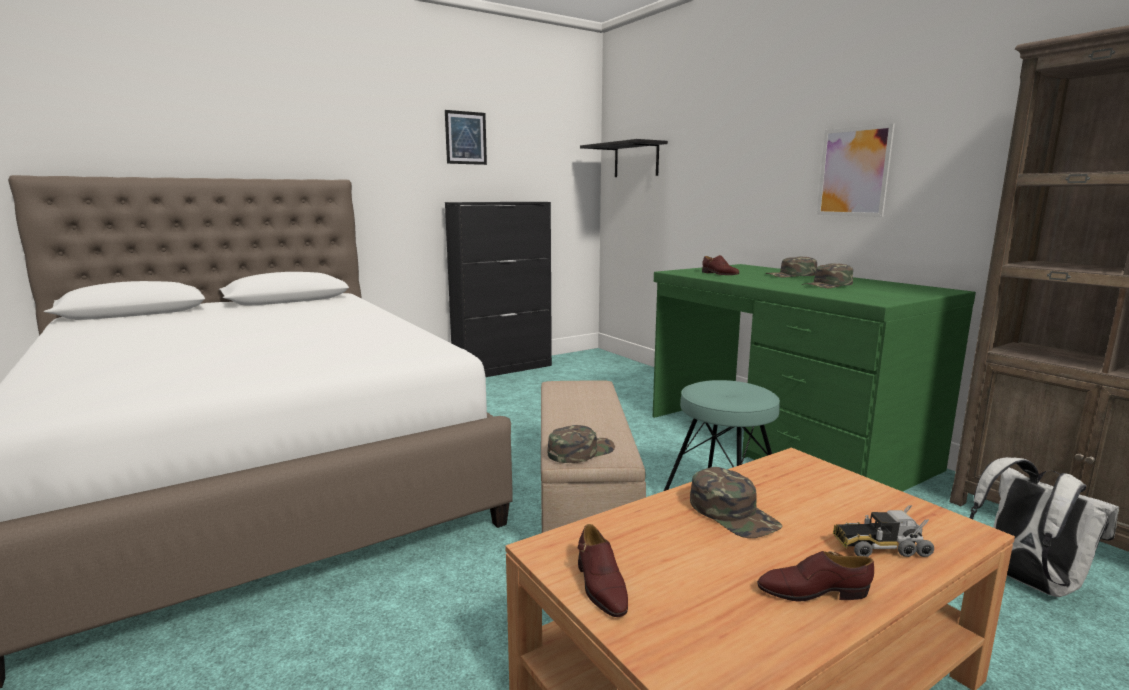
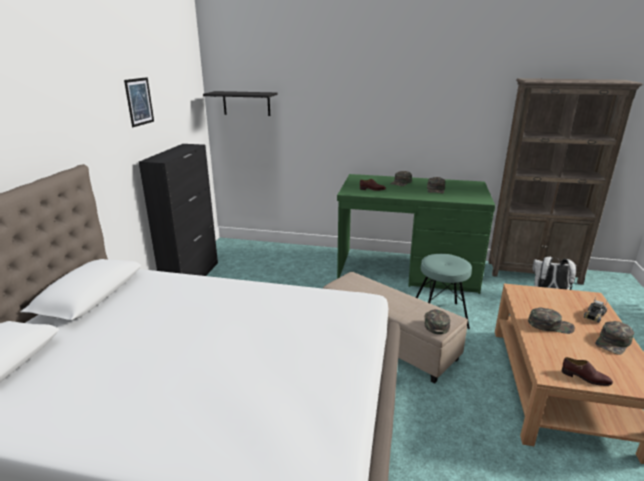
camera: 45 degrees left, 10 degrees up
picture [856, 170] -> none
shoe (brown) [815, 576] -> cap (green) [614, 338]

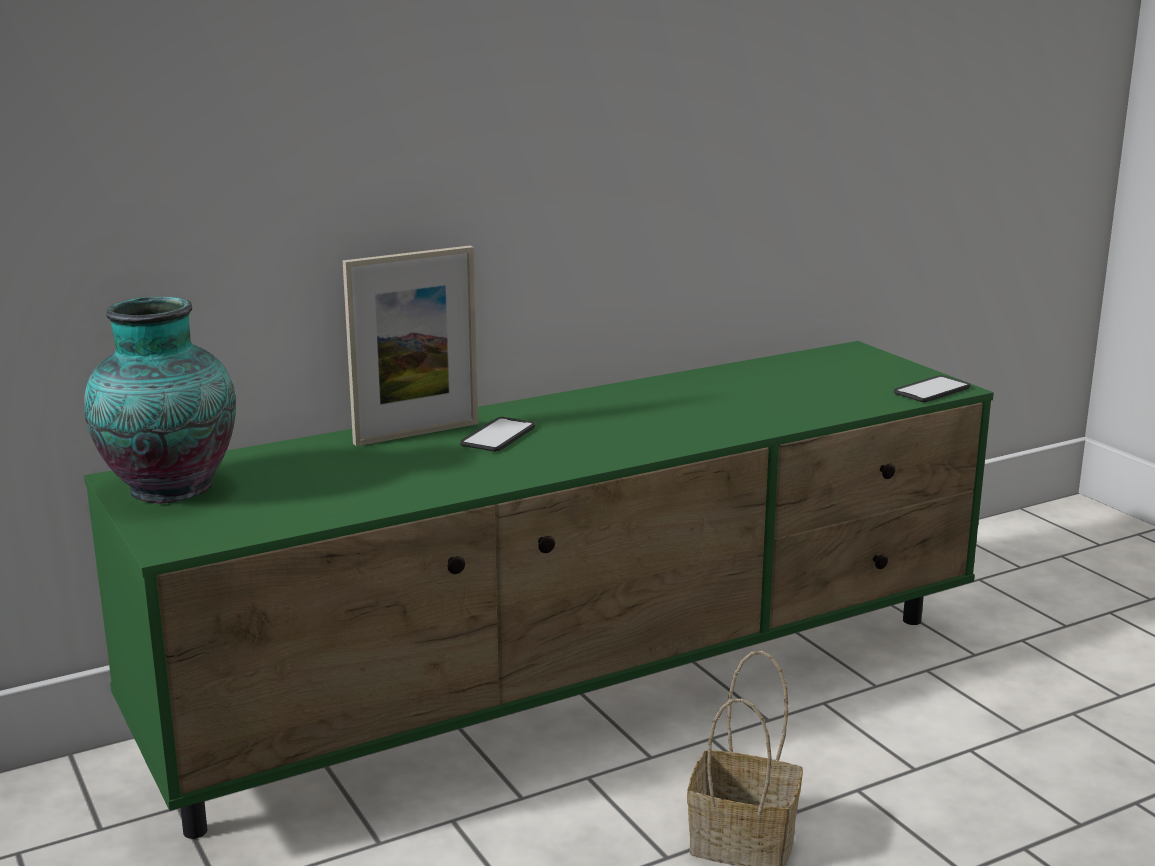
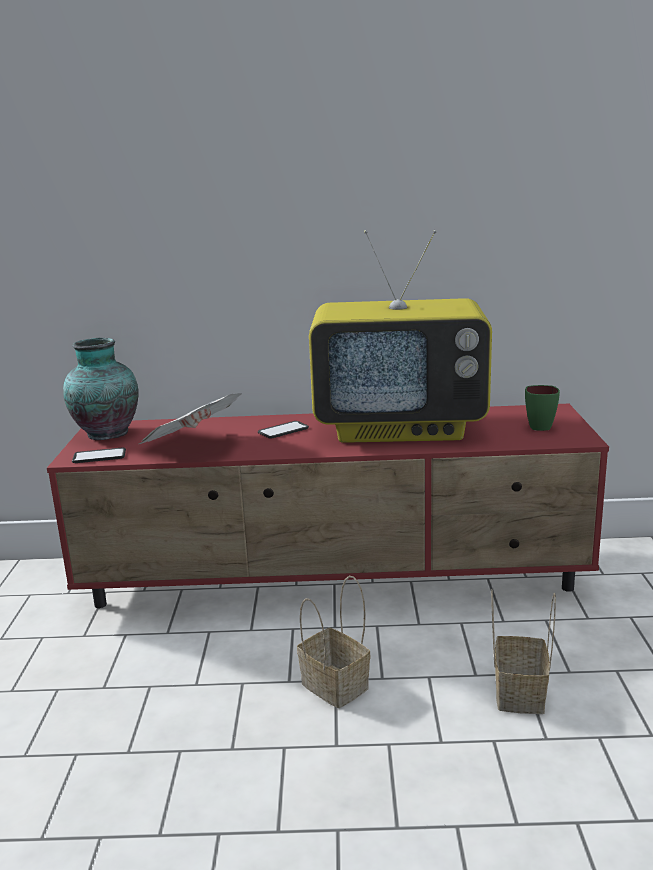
camera: 30 degrees right, 0 degrees up
picture frame [410, 346] -> none
none -> newspaper [190, 418]
none -> television [400, 336]
none -> basket [523, 652]
none -> mug (green) [542, 408]
phone [932, 388] -> phone [99, 455], moved
tv stand (green) [539, 590] -> tv stand (red) [328, 506]

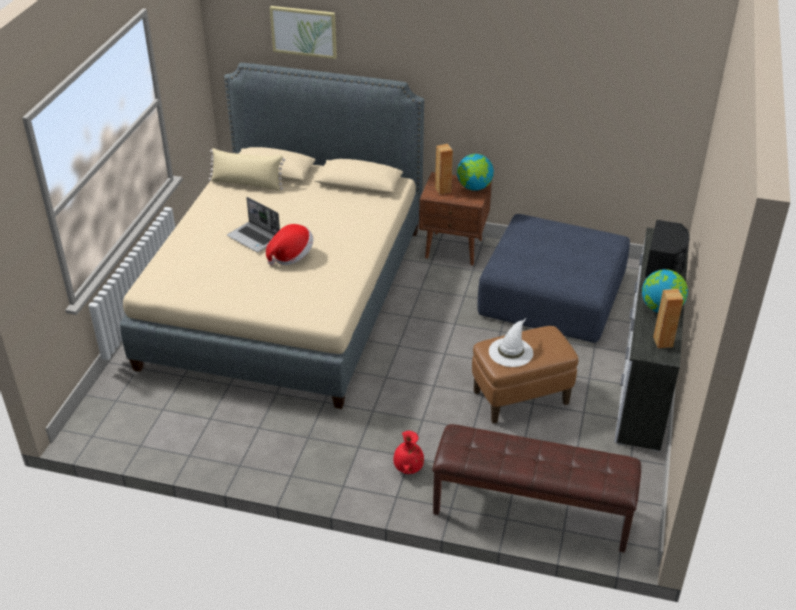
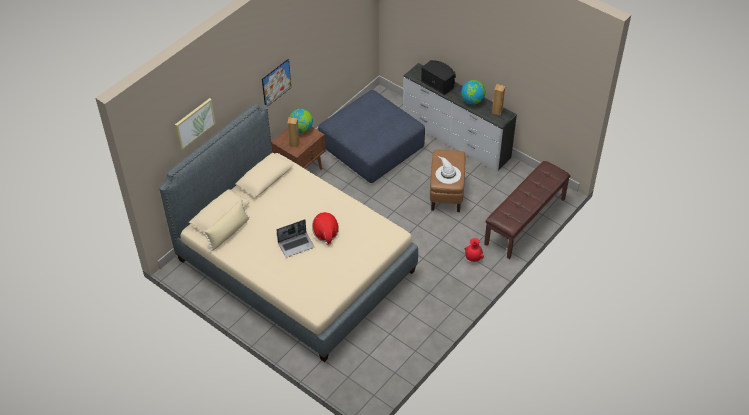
camera: 65 degrees left, 10 degrees up
none -> picture [276, 83]

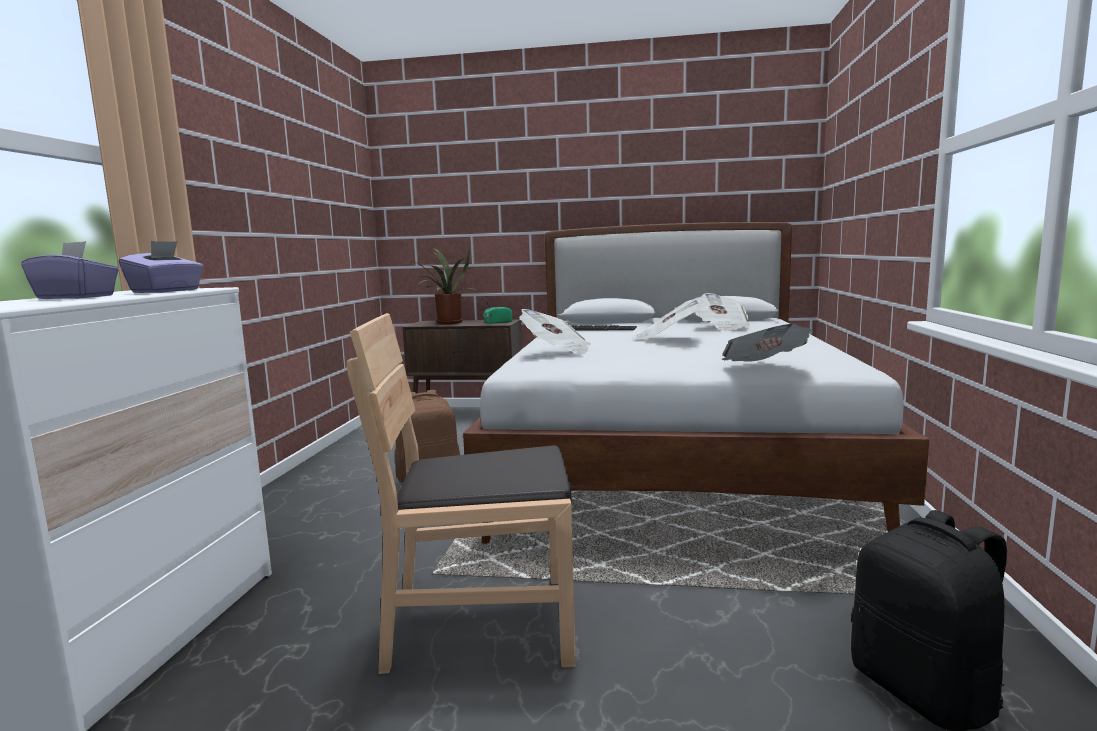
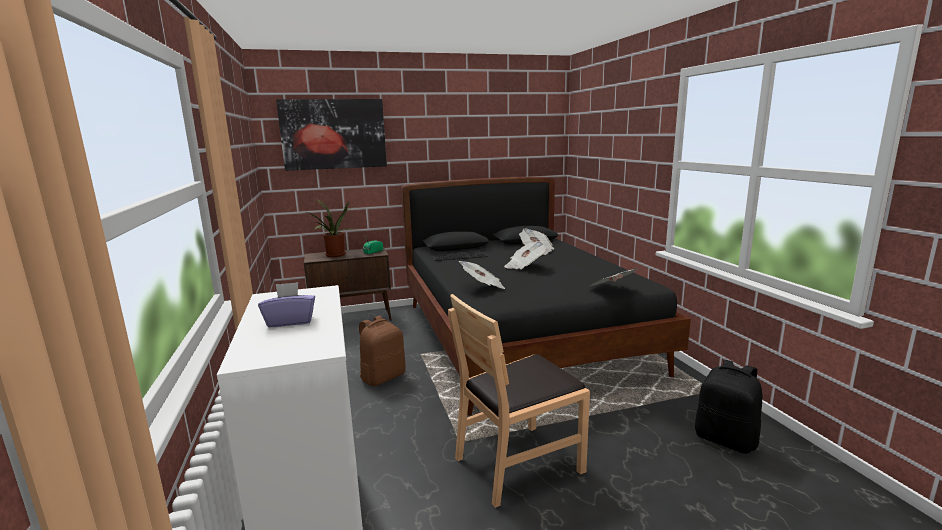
camera: 25 degrees left, 5 degrees up
tissue box (purple) [161, 267] -> none
none -> picture [331, 135]
bed (white) [696, 383] -> bed (black) [546, 296]

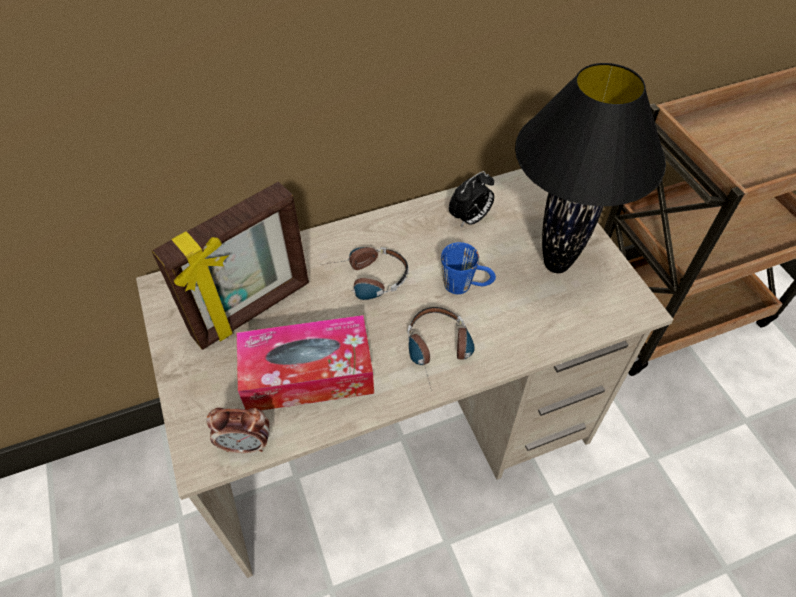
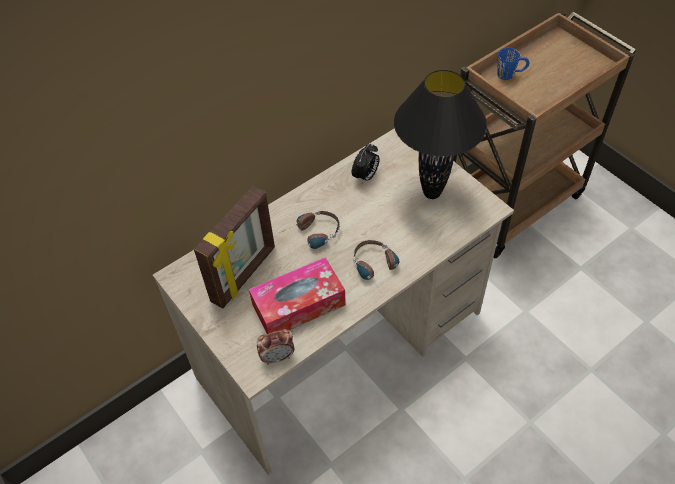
camera: 15 degrees left, 0 degrees up
mug (blue) [468, 268] -> mug (blue) [513, 63], moved

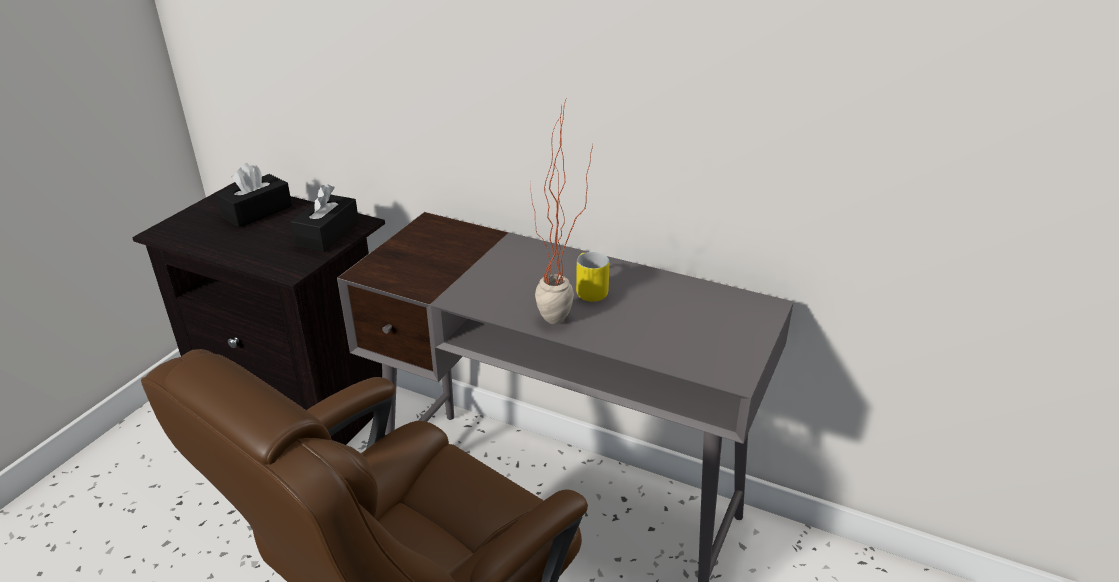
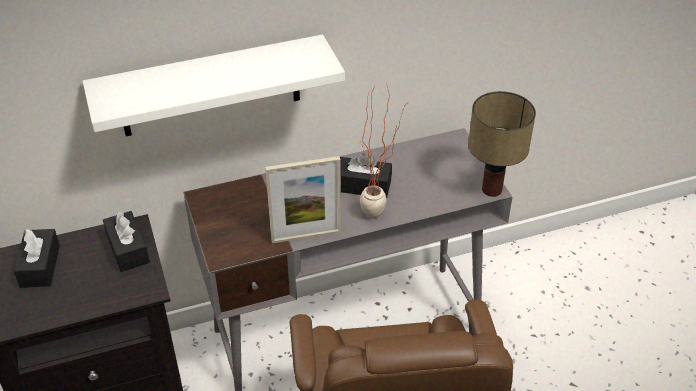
camera: 45 degrees left, 10 degrees up
none -> shelf (white) [214, 85]
none -> picture frame [303, 199]
none -> table lamp [502, 144]
mug (yellow) [592, 277] -> tissue box (black) [366, 175]

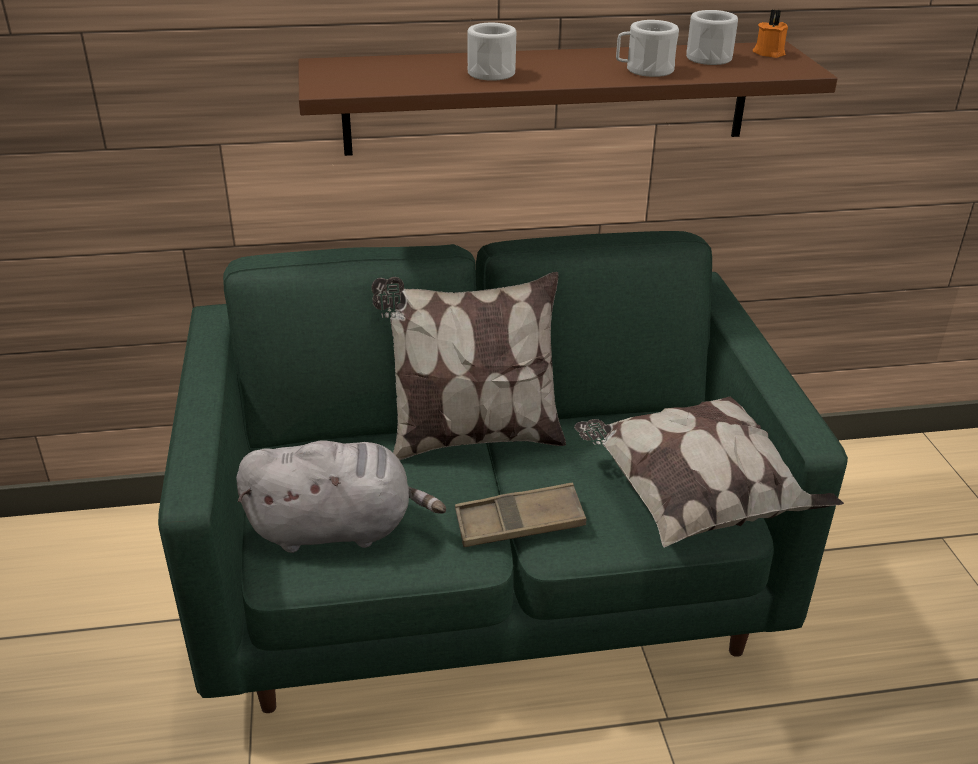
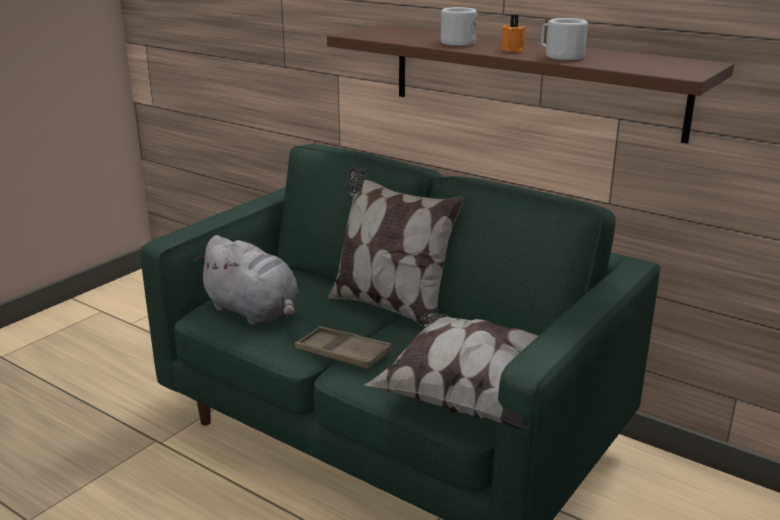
camera: 45 degrees right, 10 degrees down
mug (white) [712, 37] -> none
candle (orange) [770, 34] -> candle (orange) [514, 33], moved

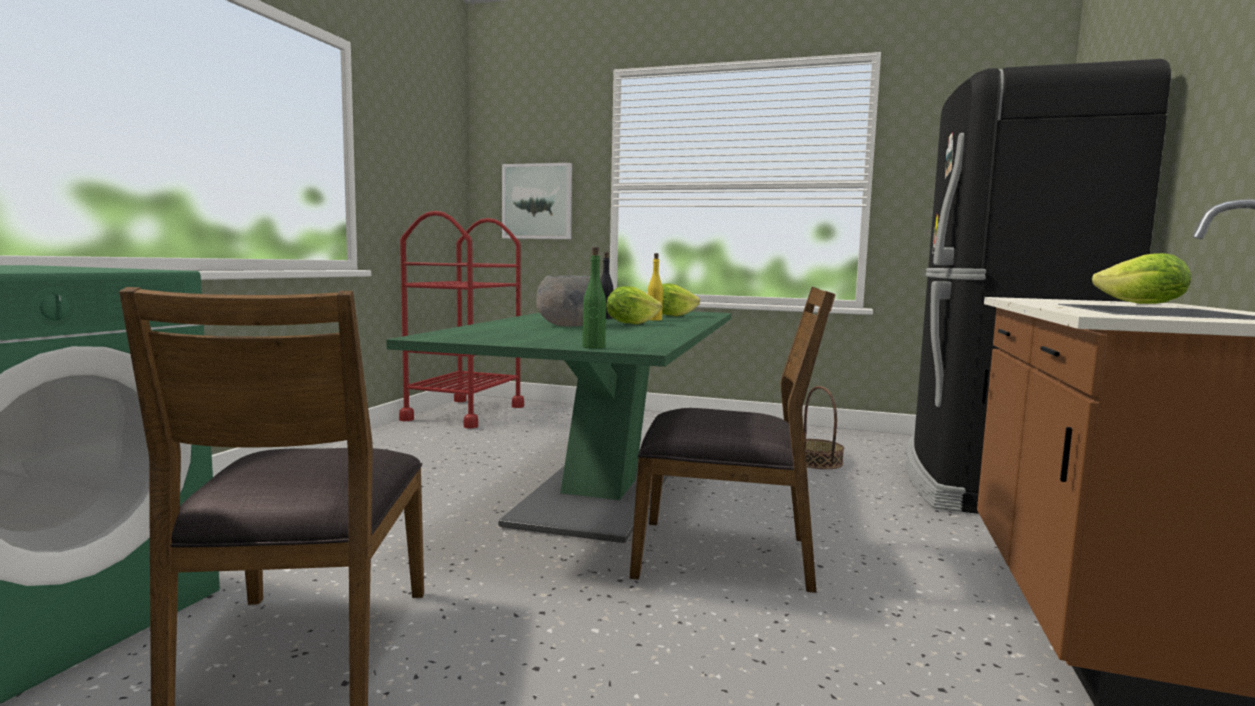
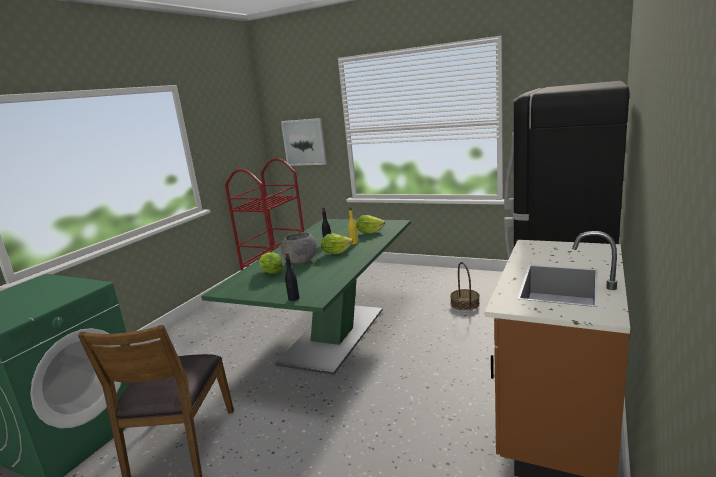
camera: 10 degrees right, 10 degrees up
chair (brown) [733, 440] -> none
lettuce [1141, 278] -> lettuce [271, 263], moved
bottle (green) [594, 298] -> bottle (black) [292, 277]

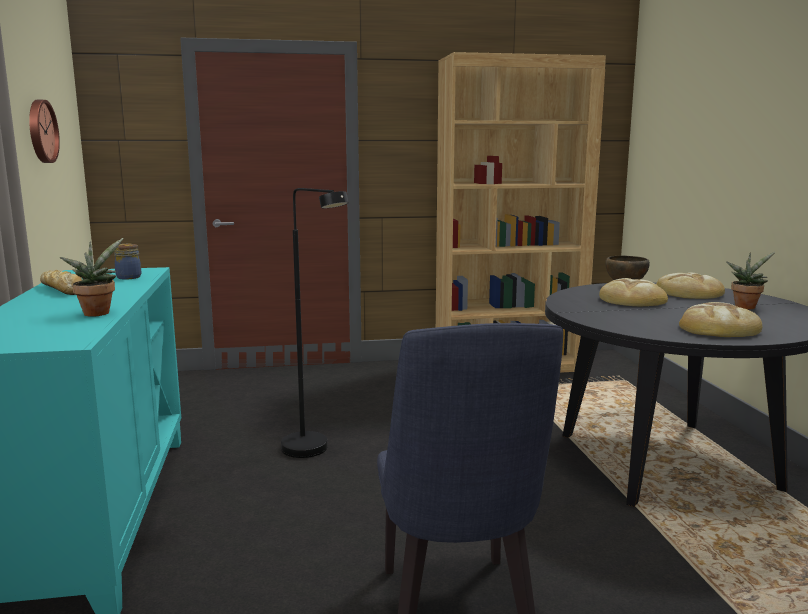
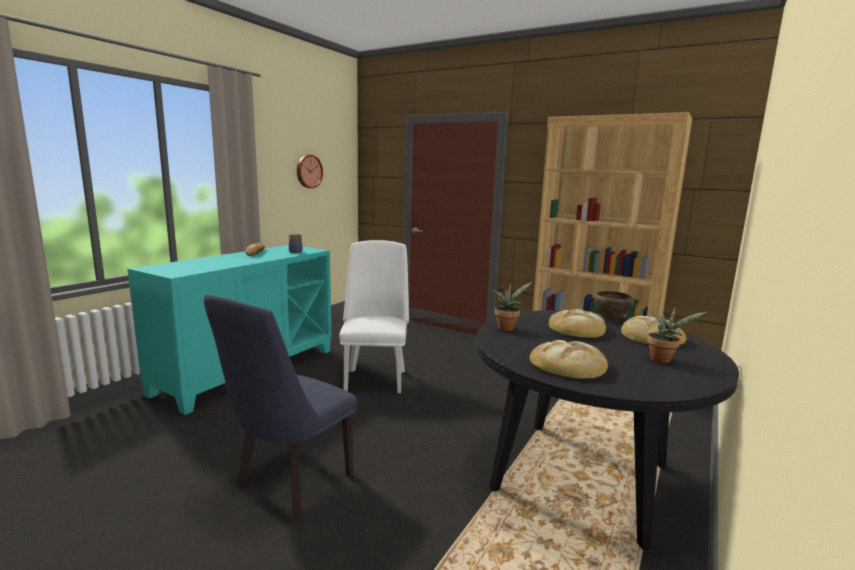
camera: 40 degrees right, 0 degrees up
potted plant [91, 277] -> potted plant [511, 306], moved
floor lamp (black) [315, 323] -> chair (white) [374, 316]

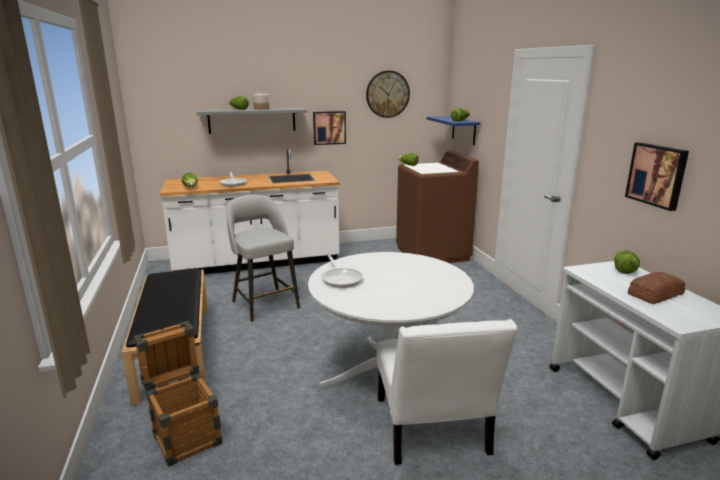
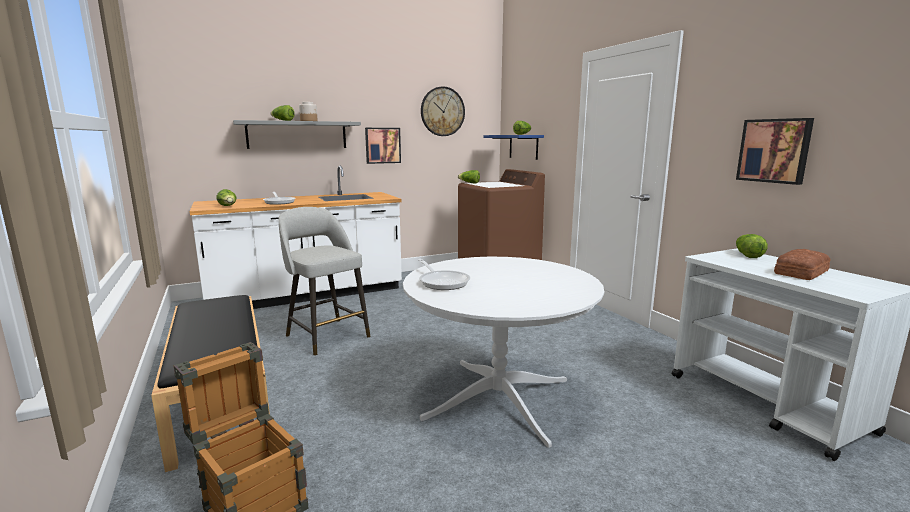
camera: 10 degrees left, 5 degrees down
chair (white) [447, 392] -> none

